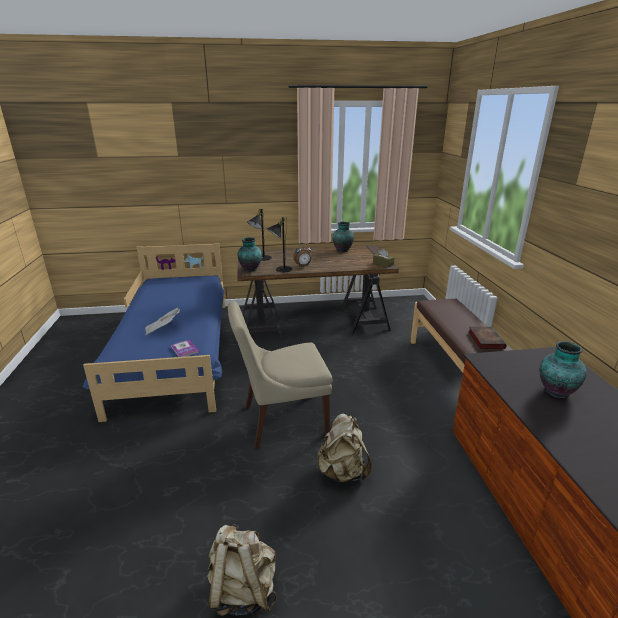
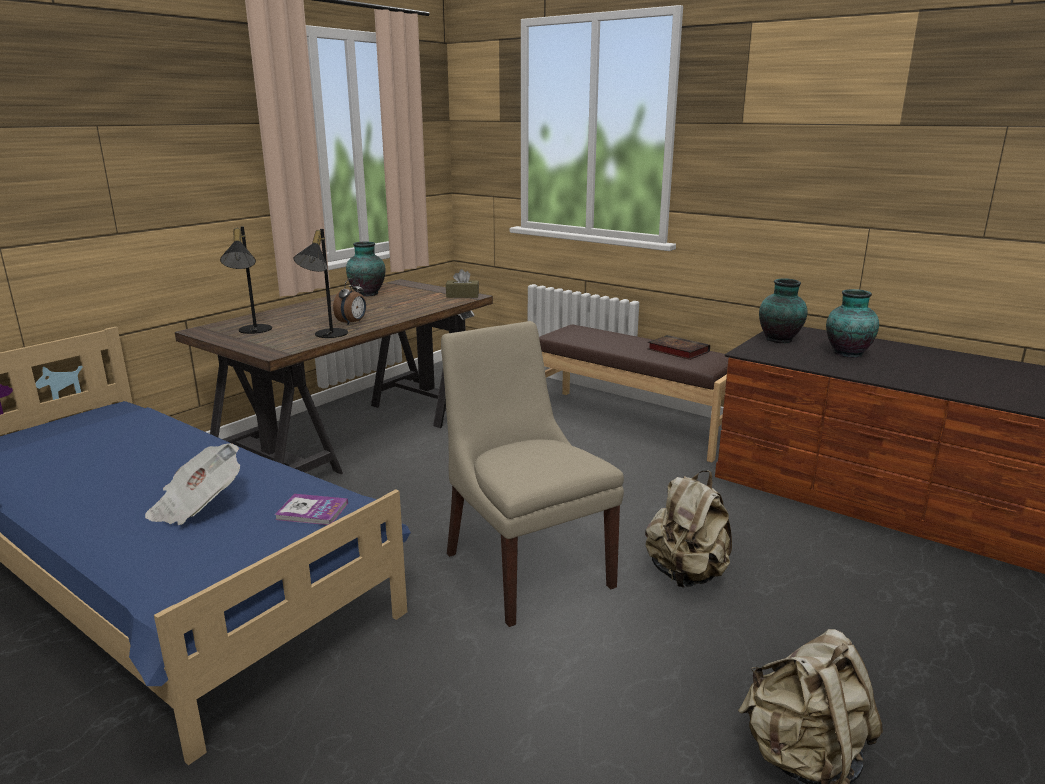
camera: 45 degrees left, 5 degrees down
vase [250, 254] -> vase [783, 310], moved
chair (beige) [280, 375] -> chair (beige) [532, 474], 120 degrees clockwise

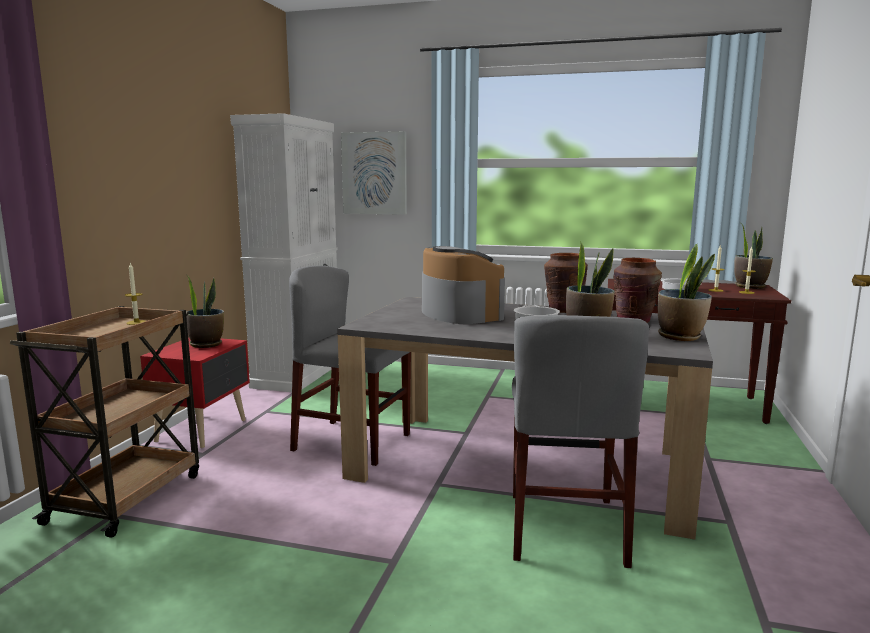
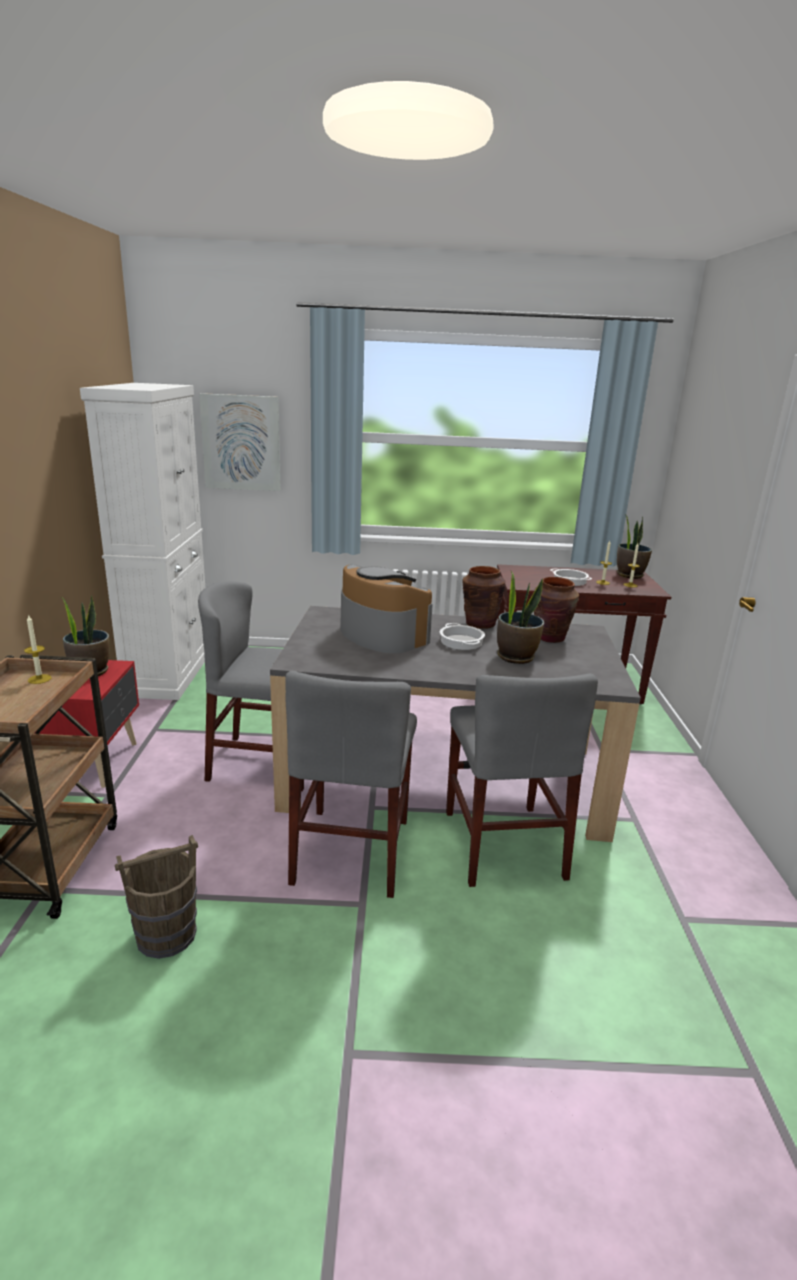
camera: 15 degrees left, 10 degrees up
potted plant [686, 292] -> none
none -> bucket (brown) [156, 897]
none -> chair (grey) [351, 784]

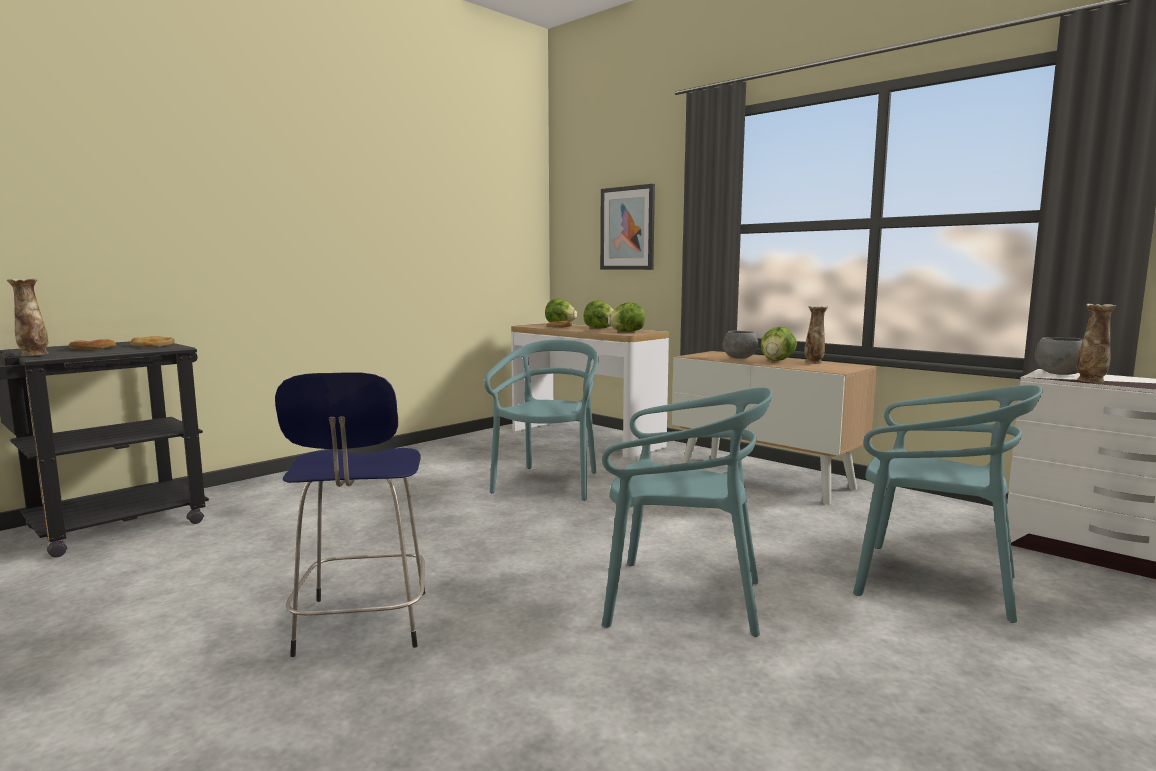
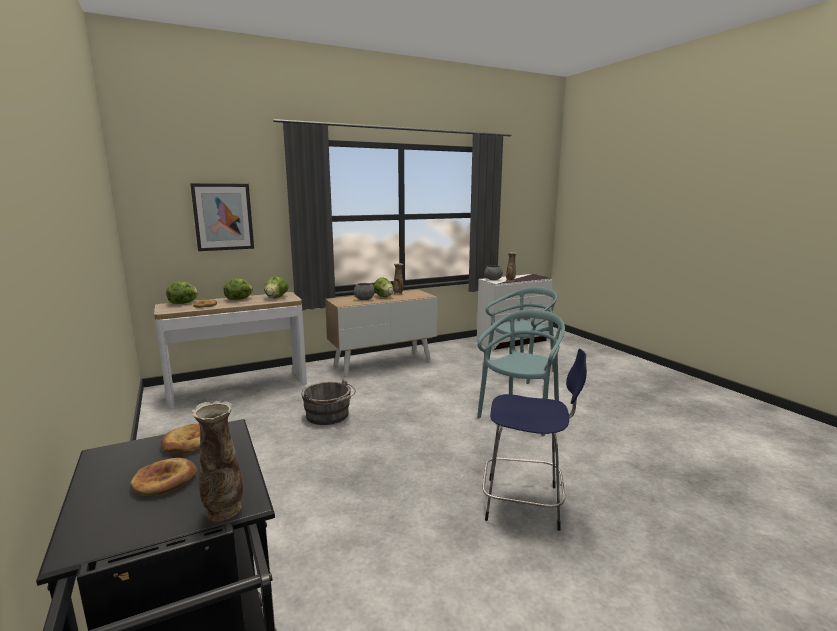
camera: 70 degrees left, 5 degrees up
chair (turquoise) [541, 420] -> bucket (grey) [328, 402]

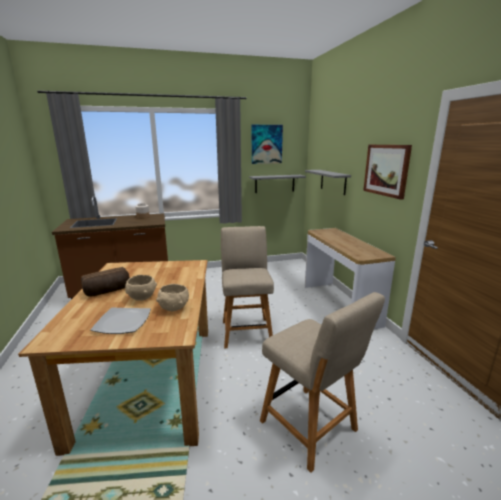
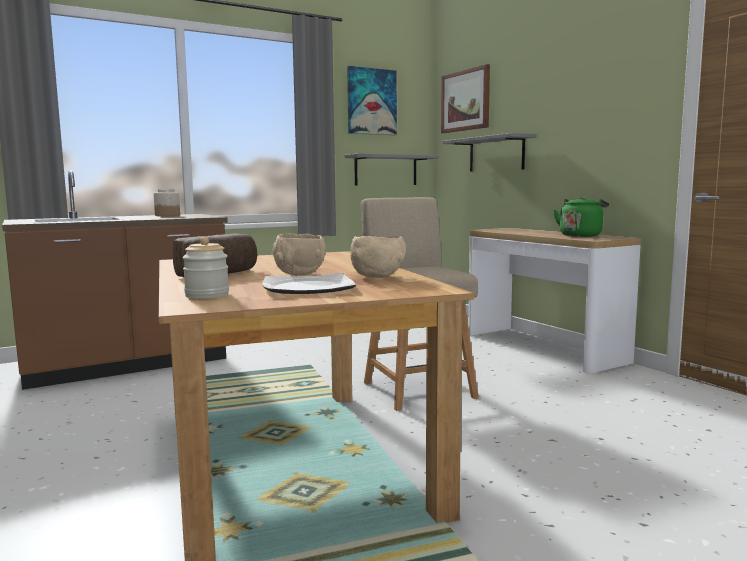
camera: 15 degrees left, 10 degrees down
chair (beige) [322, 382] -> none
none -> jar [205, 268]
none -> kettle (green) [581, 216]
picture [387, 172] -> picture [465, 98], moved

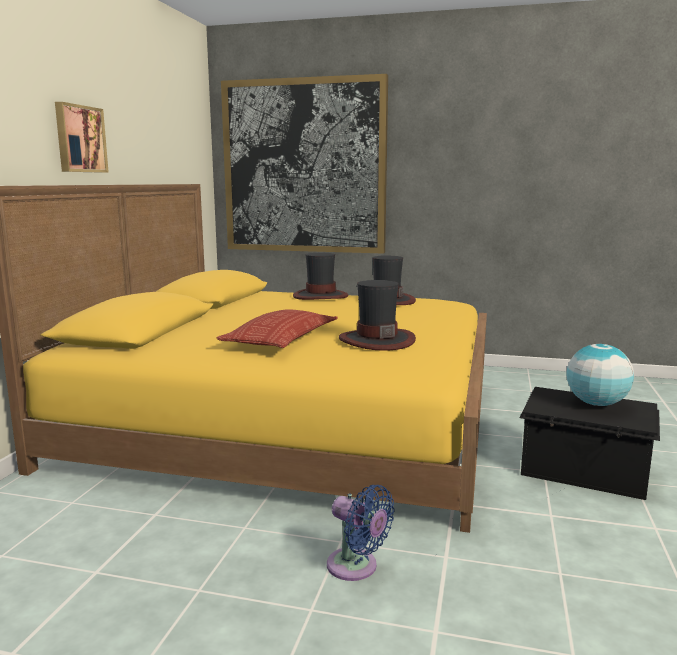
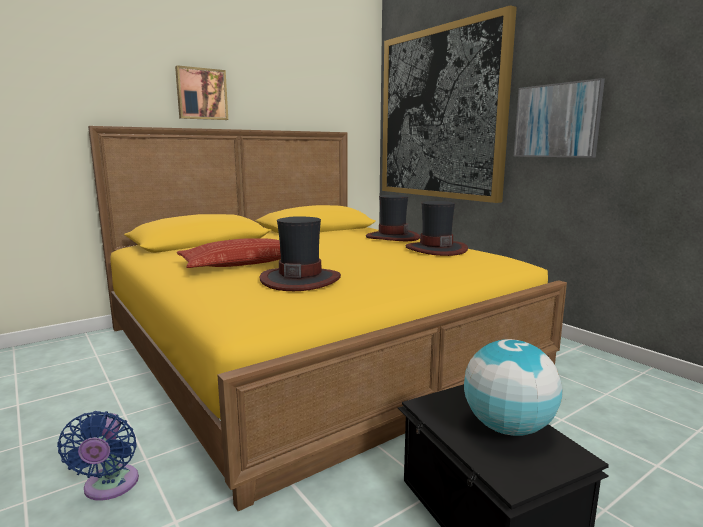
camera: 40 degrees right, 0 degrees up
none -> picture [559, 118]

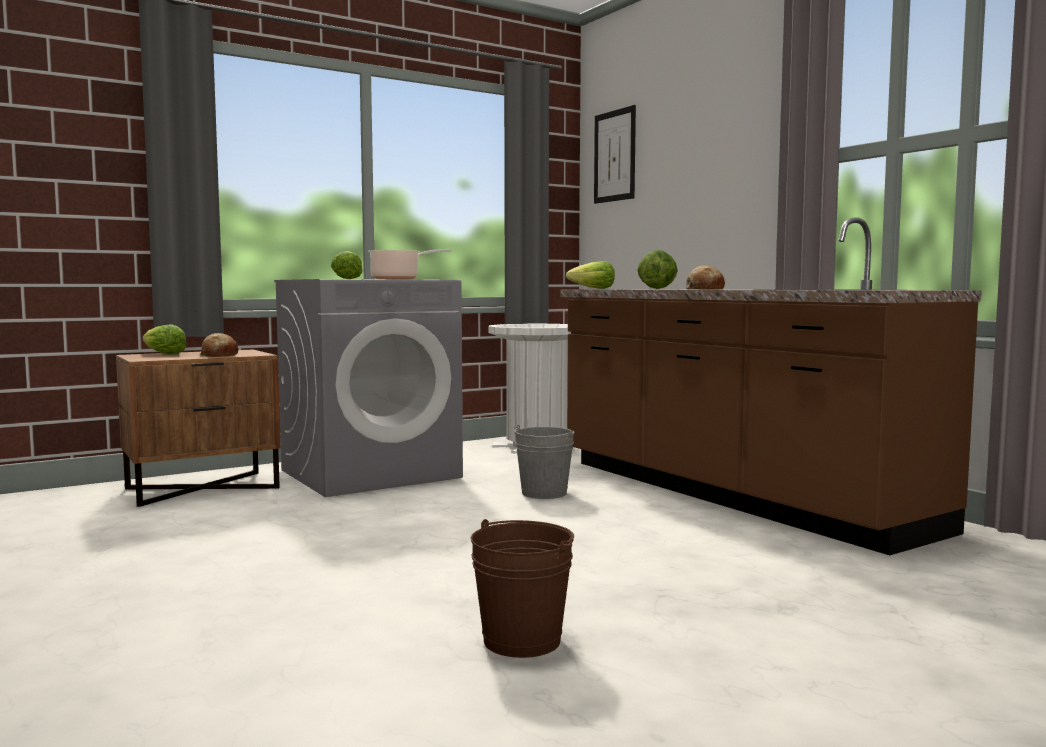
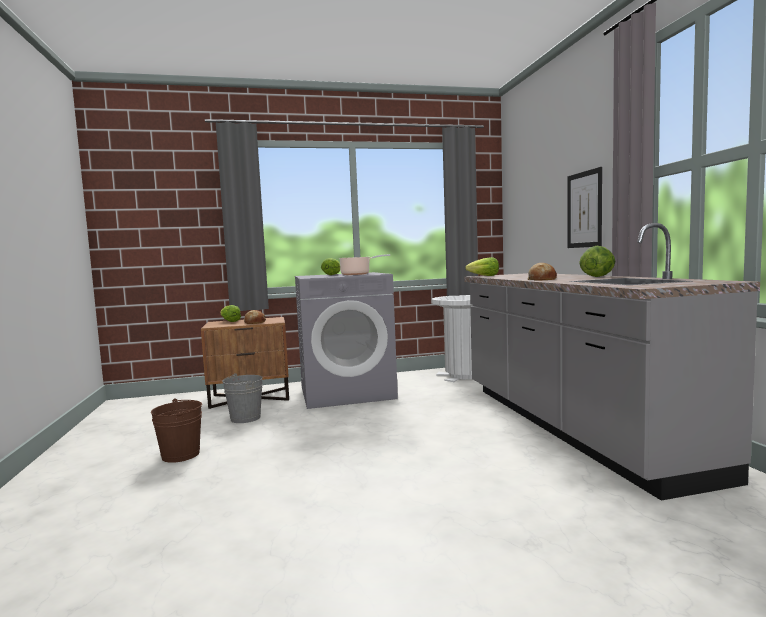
camera: 20 degrees right, 0 degrees up
bucket (brown) [522, 588] -> bucket (brown) [176, 430], moved
bucket (grey) [544, 462] -> bucket (grey) [242, 398], moved
picture [615, 154] -> picture [584, 207], moved
lettuce [657, 269] -> lettuce [597, 261], moved
counter (brown) [771, 386] -> counter (grey) [612, 362]

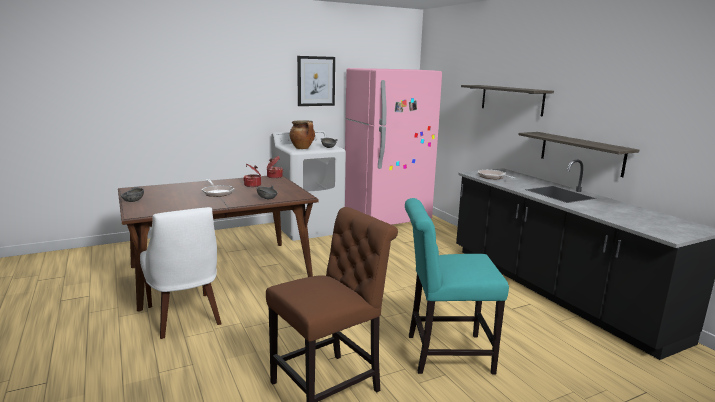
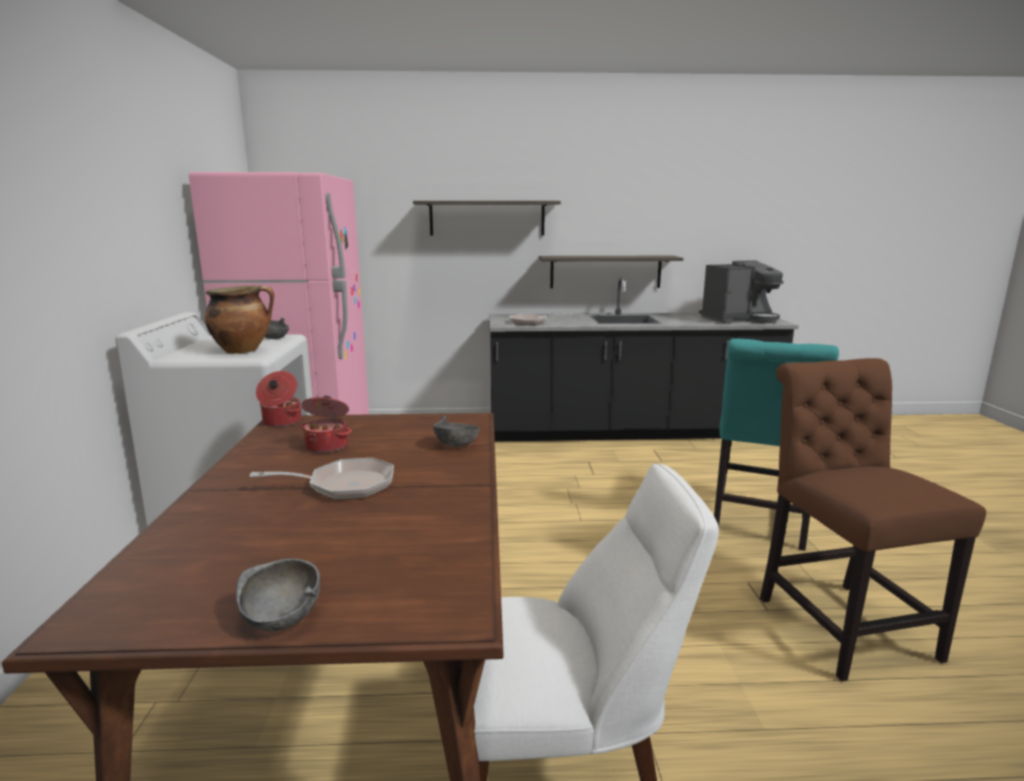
camera: 65 degrees left, 0 degrees up
picture [316, 81] -> none
none -> coffee machine [741, 292]

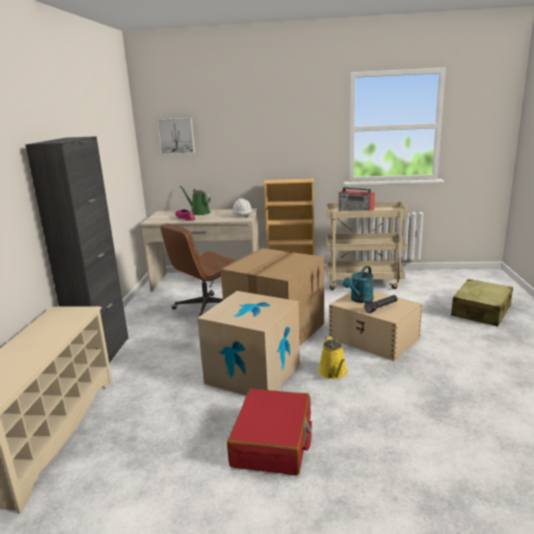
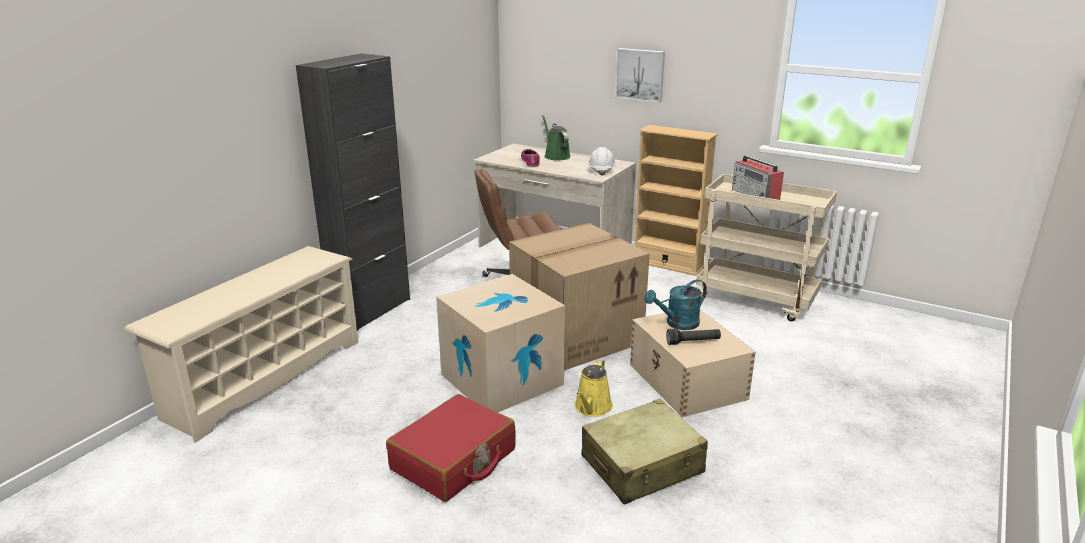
camera: 25 degrees right, 5 degrees up
picture [176, 136] -> picture [640, 75], moved
suitcase (beige) [482, 302] -> suitcase (beige) [644, 452], moved

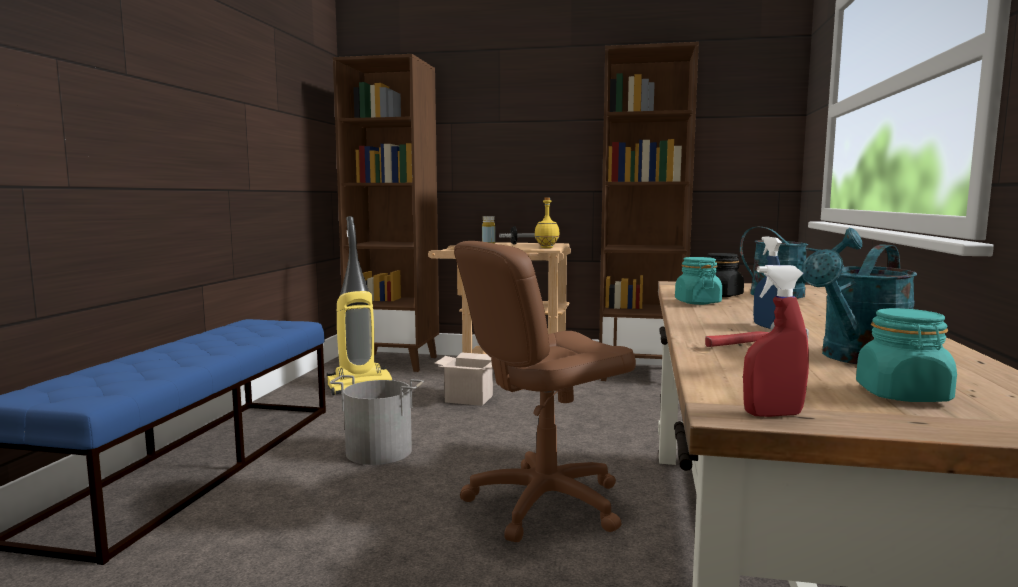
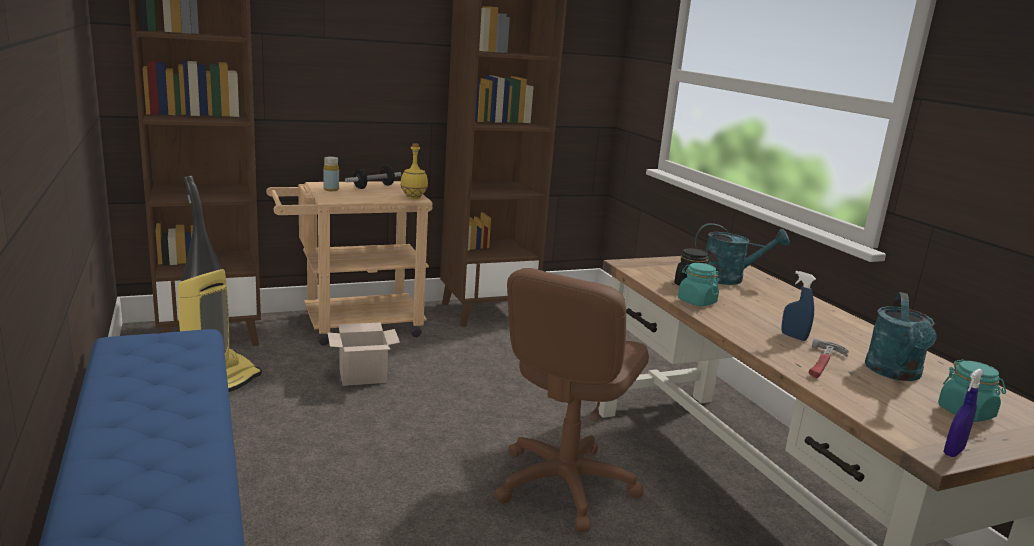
camera: 35 degrees left, 10 degrees up
bucket (grey) [377, 420] -> none
spray bottle (red) [776, 341] -> spray bottle (blue) [964, 413]

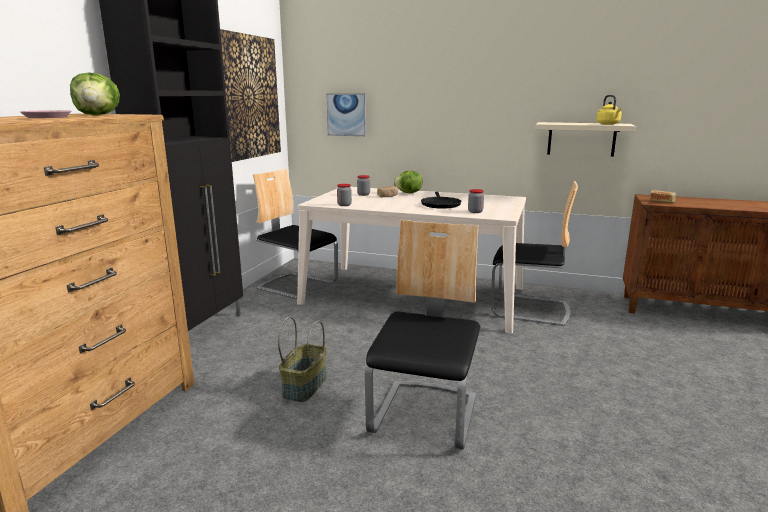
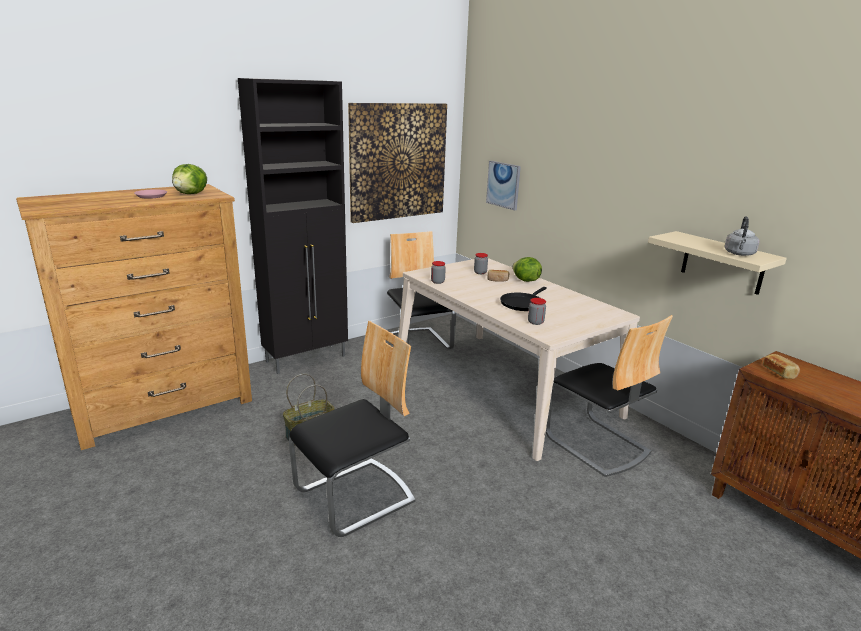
camera: 35 degrees right, 5 degrees up
kettle (yellow) [609, 110] -> kettle (grey) [742, 236]

